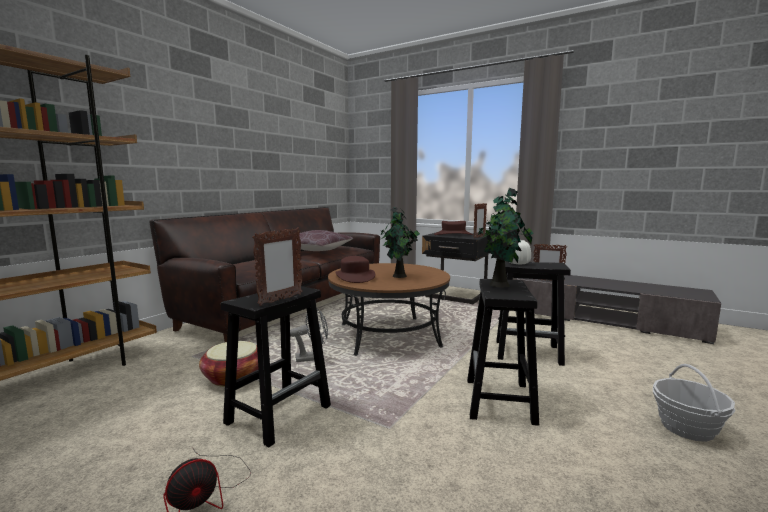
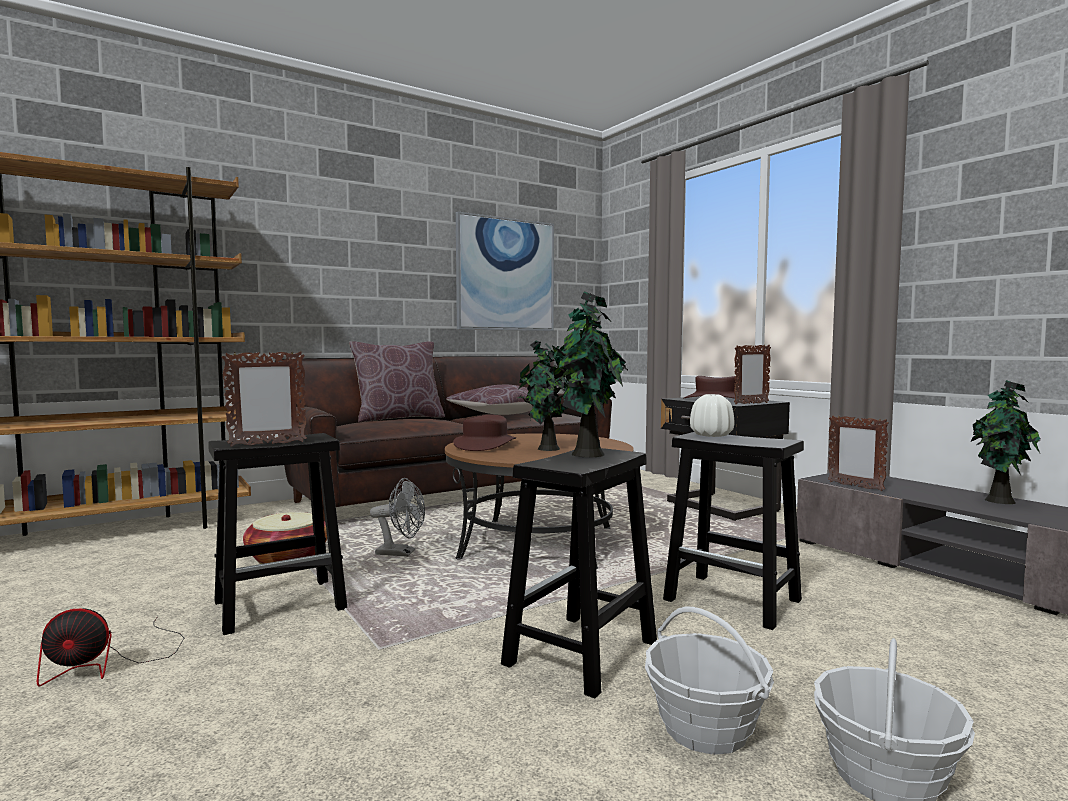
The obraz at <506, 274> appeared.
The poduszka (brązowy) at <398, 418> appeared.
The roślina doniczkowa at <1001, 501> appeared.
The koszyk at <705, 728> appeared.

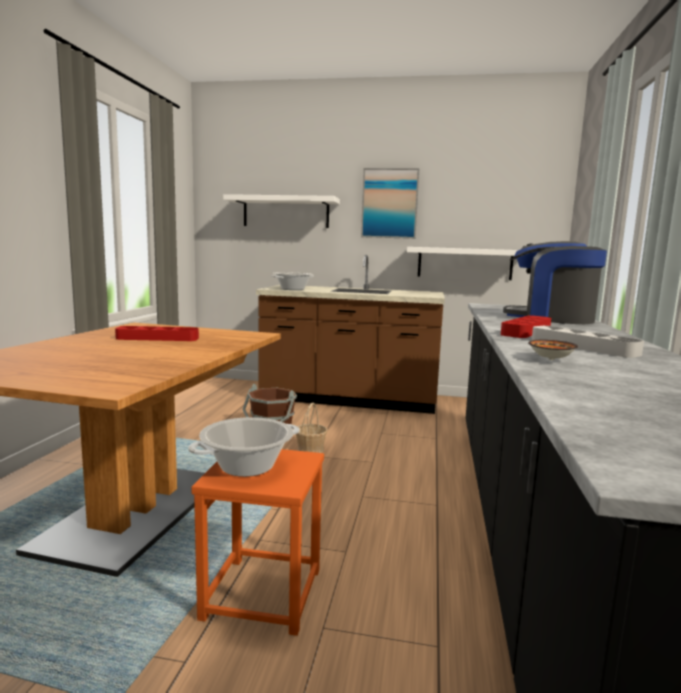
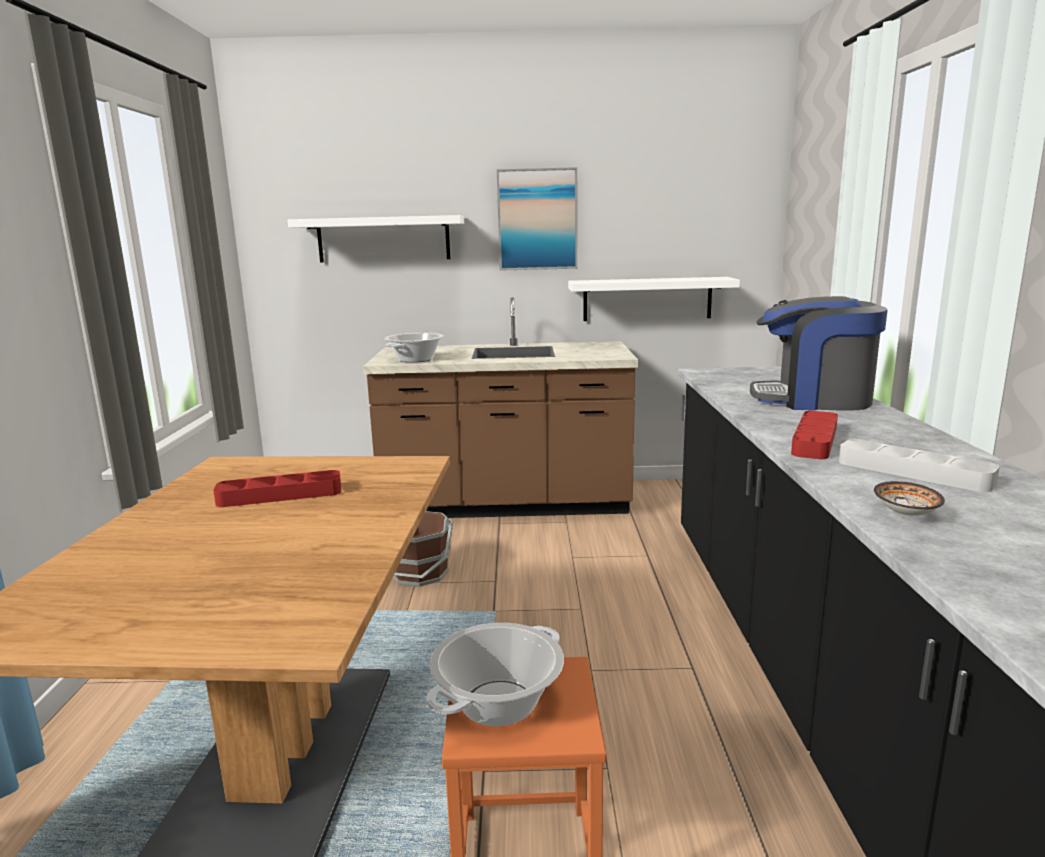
The koszyk at <310, 449> disappeared.

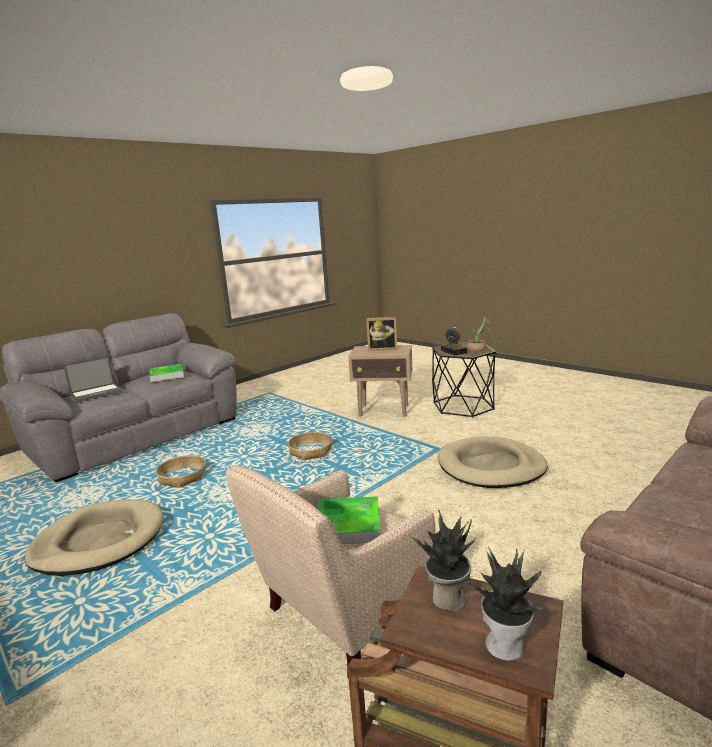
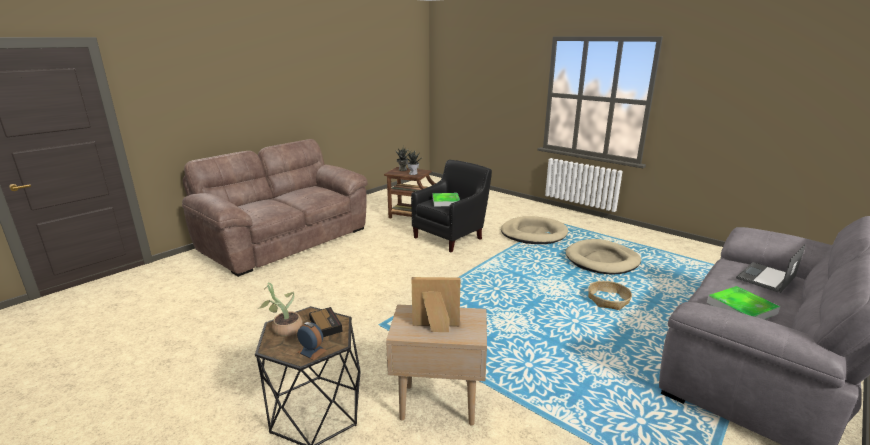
The koszyk at <311, 451> disappeared.
The legowisko (beżowy) moved from <491, 467> to <533, 234>.
The fotel (beżowy) at <340, 616> became the fotel (czarny) at <451, 236>.

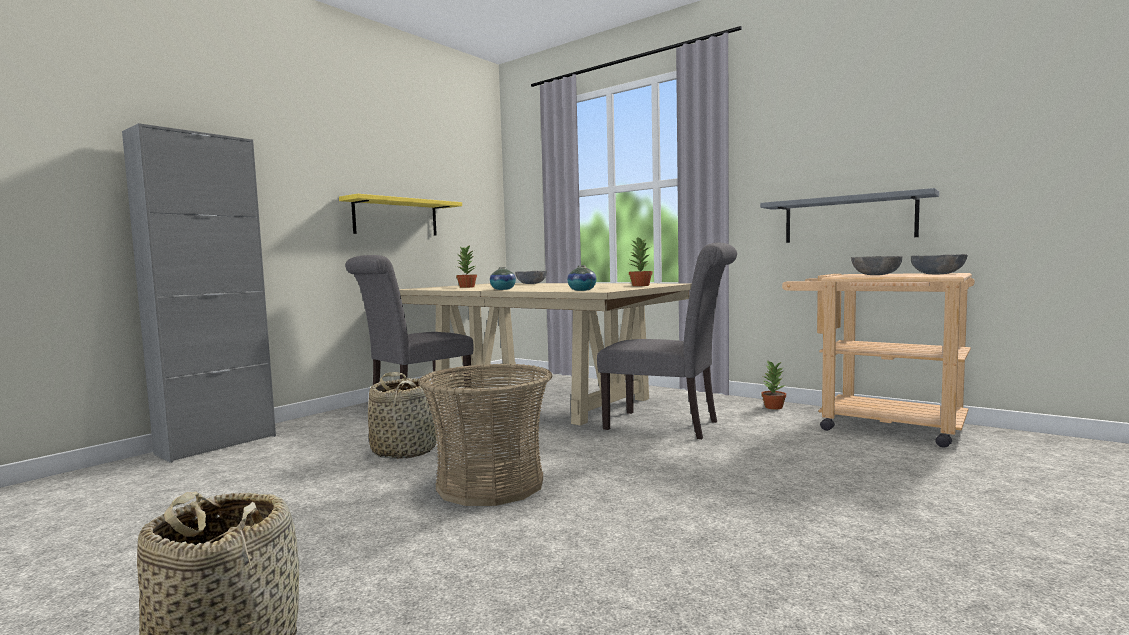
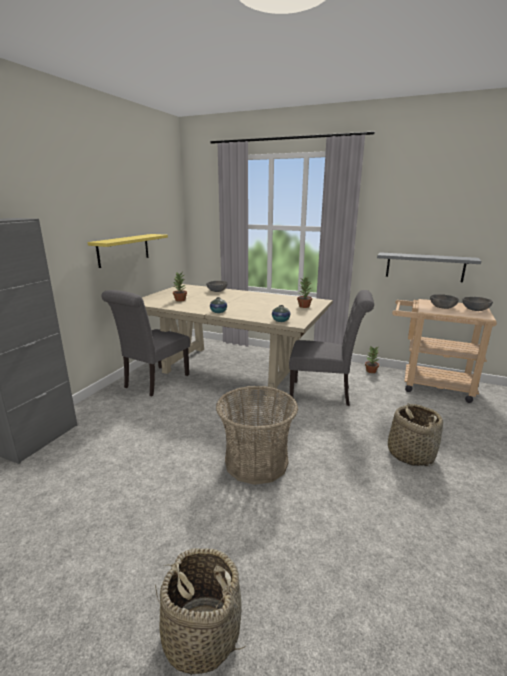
The koszyk moved from <405, 450> to <410, 454>.

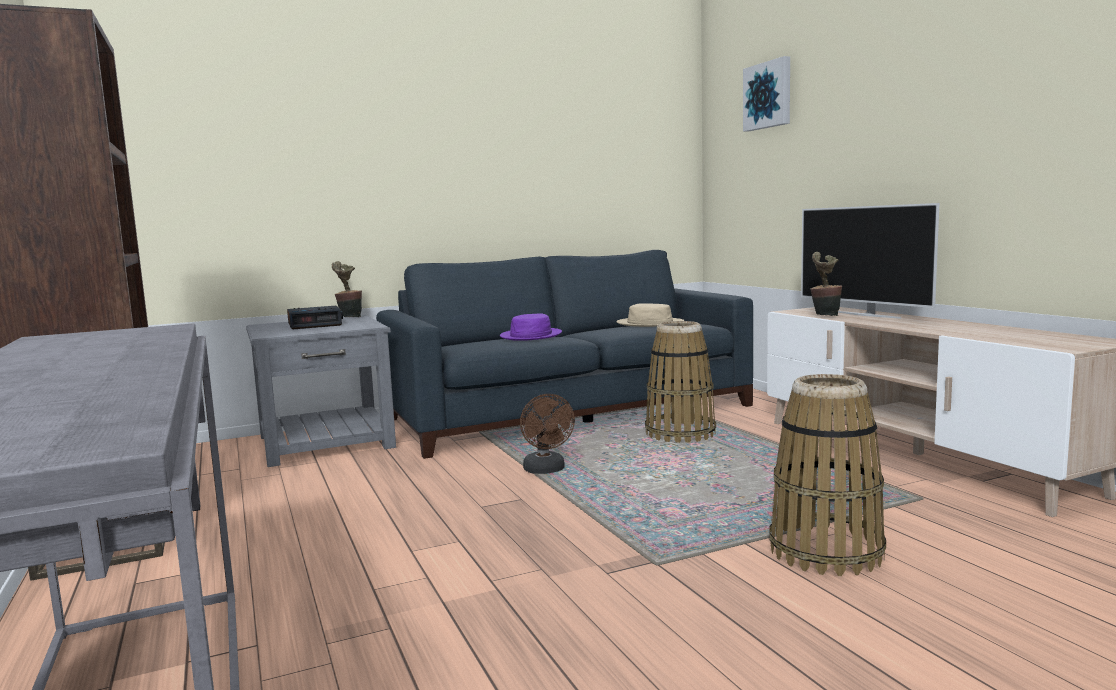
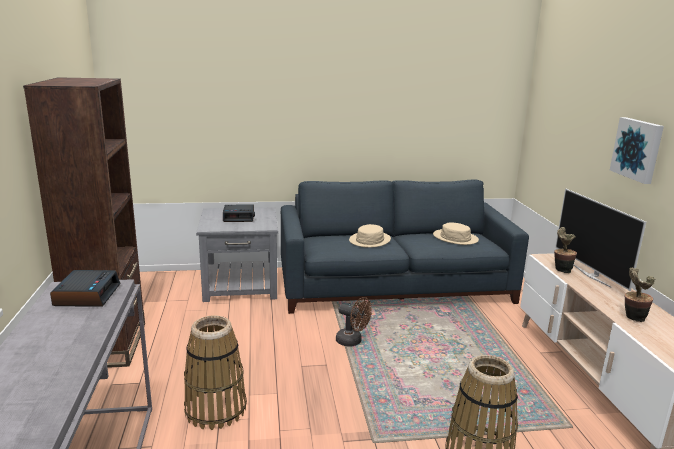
The obraz moved from <768, 95> to <638, 149>.
The roślina doniczkowa moved from <349, 317> to <632, 318>.
The kapelusz (fioletowy) at <531, 336> became the kapelusz (beżowy) at <370, 240>.
The koszyk moved from <680, 434> to <216, 409>.
The wentylator (brązowy) at <546, 470> turned 60 degrees counterclockwise.
The budzik at <87, 295> appeared.

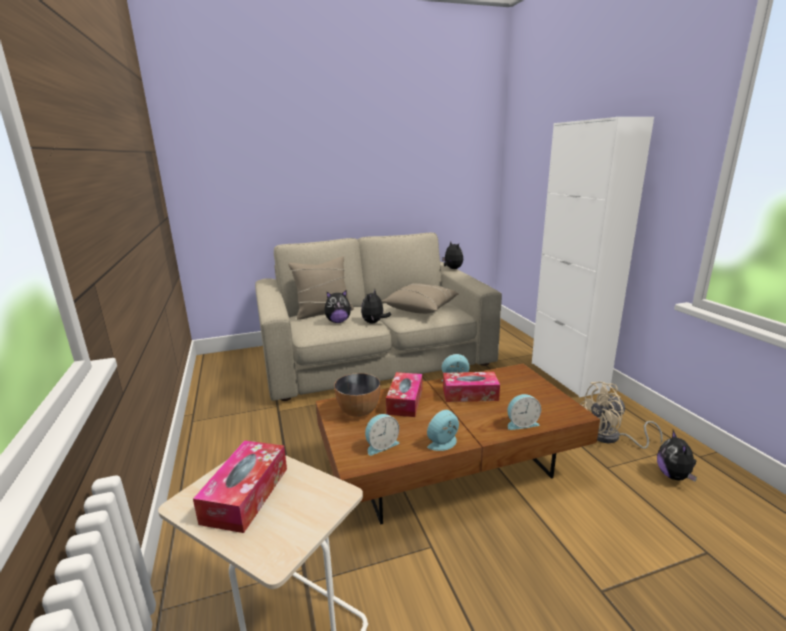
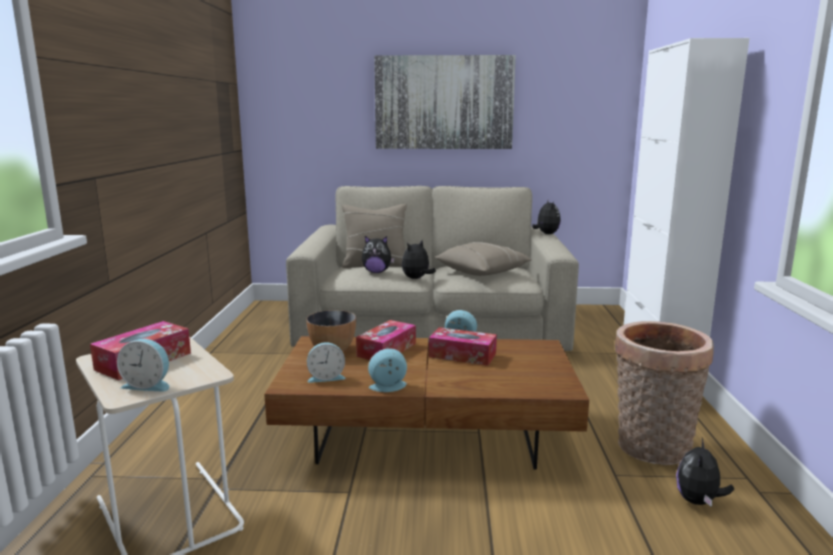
The wentylator (beżowy) at <611, 438> was replaced by the koszyk at <651, 450>.
The budzik moved from <521, 423> to <148, 385>.
The obraz at <444, 103> appeared.

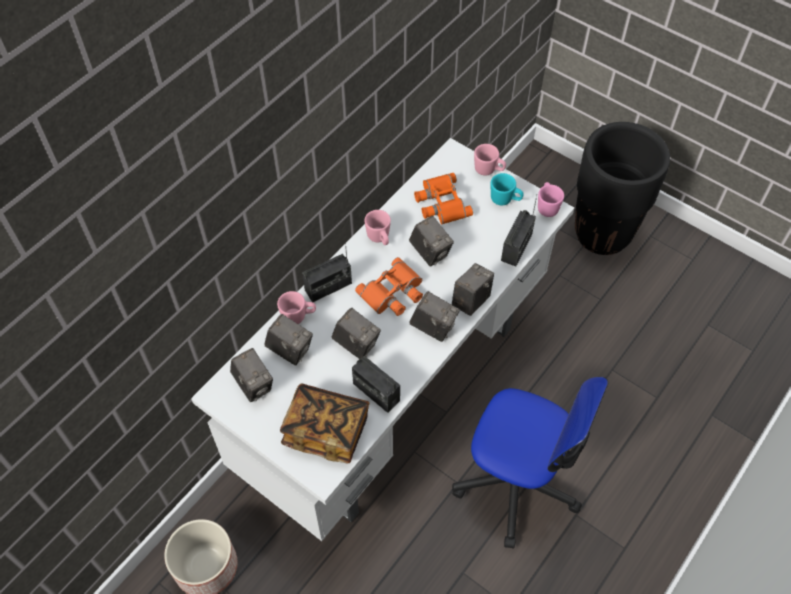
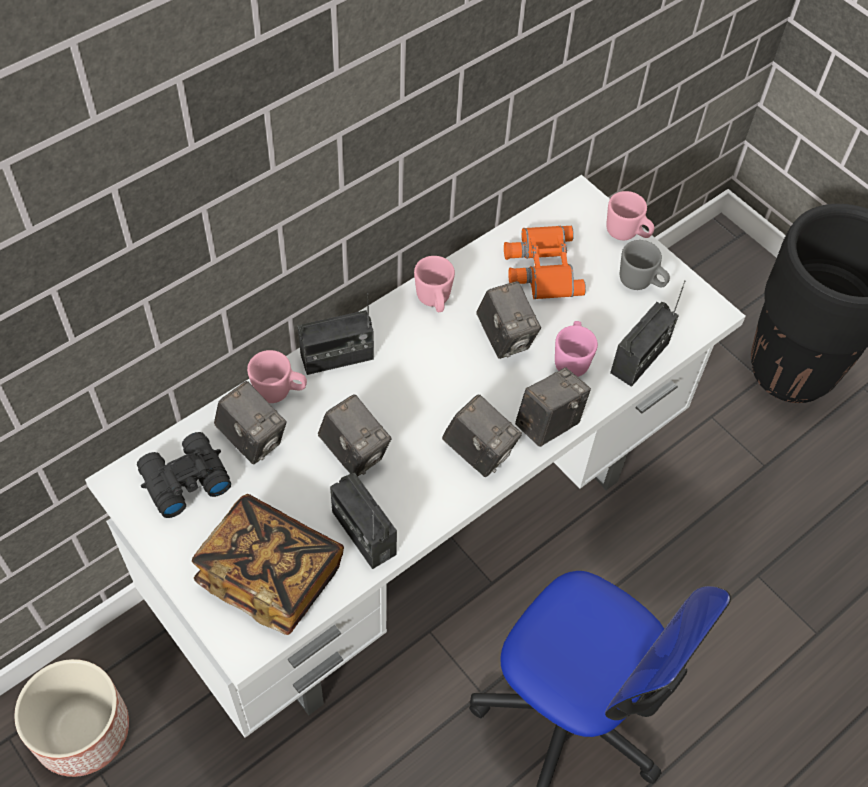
The kubek (turkusowy) at <505, 200> became the kubek (szary) at <640, 283>.
The kubek (różowy) moved from <547, 206> to <571, 359>.
The lornetka (pomarańczowy) at <393, 293> disappeared.
The aparat fotograficzny at <254, 385> was replaced by the lornetka (czarny) at <183, 480>.

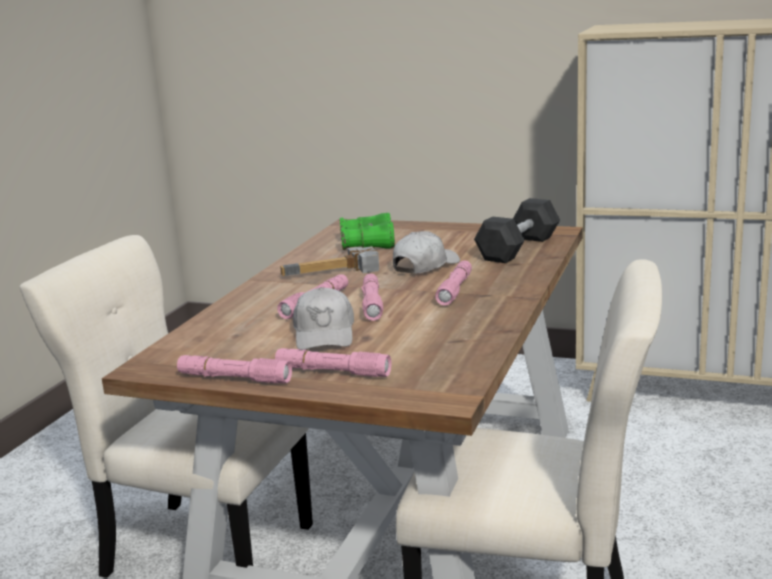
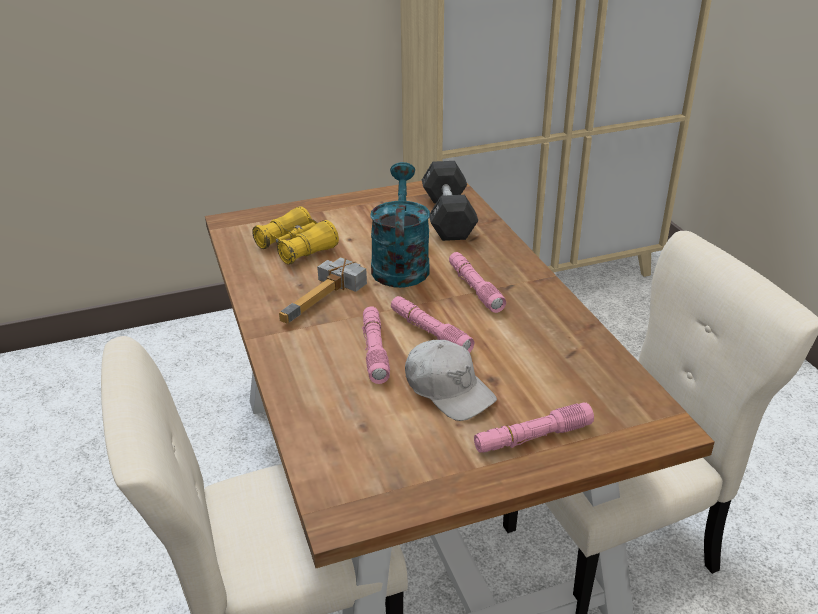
The lornetka (zielony) at <368, 244> became the lornetka (żółty) at <296, 247>.
The czapka z daszkiem (biały) at <425, 266> was replaced by the konewka (turkusowy) at <400, 263>.
The latarka (różowy) at <234, 378> disappeared.

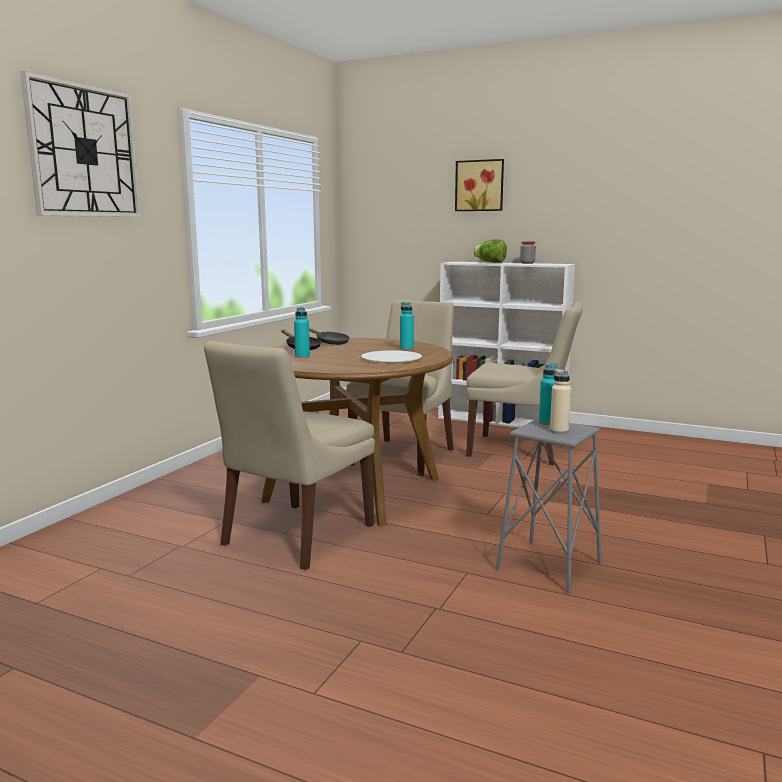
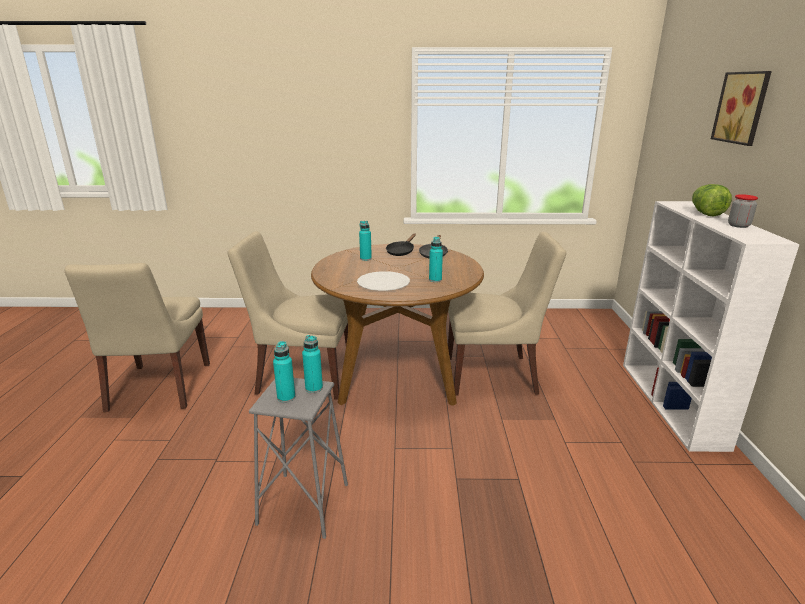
The zegar ścienny at <84, 151> disappeared.
The krzesło (beżowy) moved from <520, 450> to <159, 389>.
The butelka (beżowy) at <559, 431> became the butelka (turkusowy) at <286, 397>.

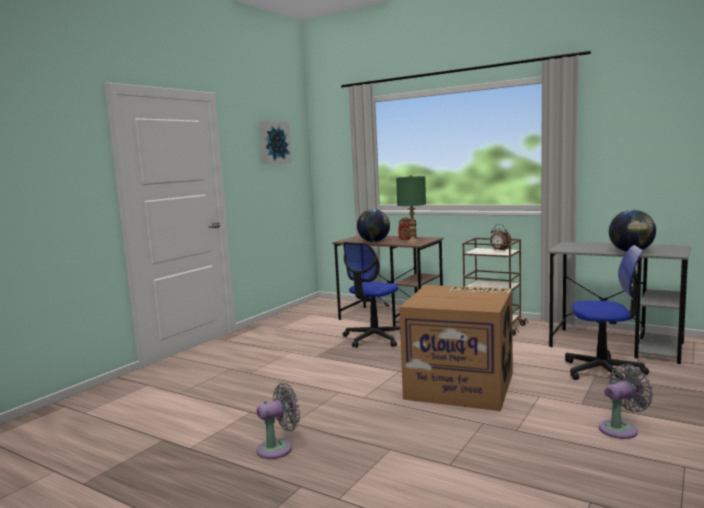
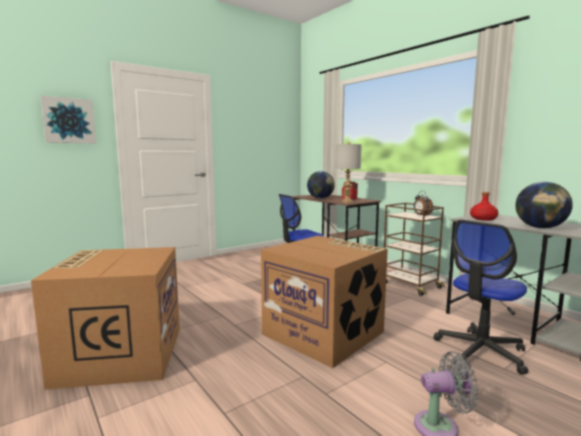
The obraz moved from <274, 142> to <69, 120>.
The lampa stołowa (zielony) at <413, 243> became the lampa stołowa (szary) at <347, 201>.
The krzesło biurowe at <603, 372> turned 105 degrees clockwise.
The wentylator (szary) at <278, 448> was replaced by the karton at <120, 354>.
The butelka (czerwony) at <483, 219> appeared.

